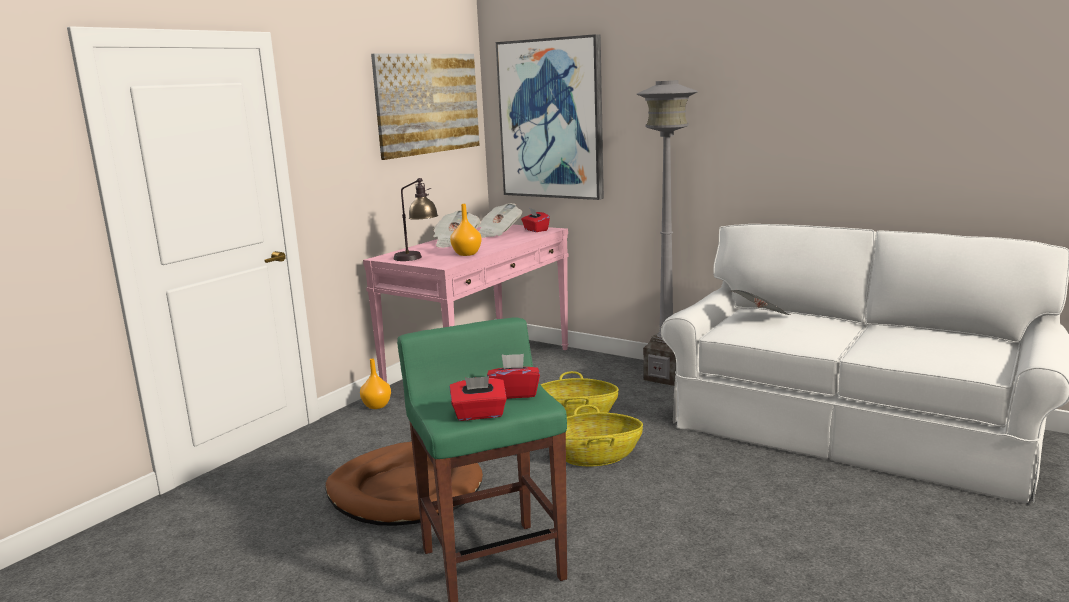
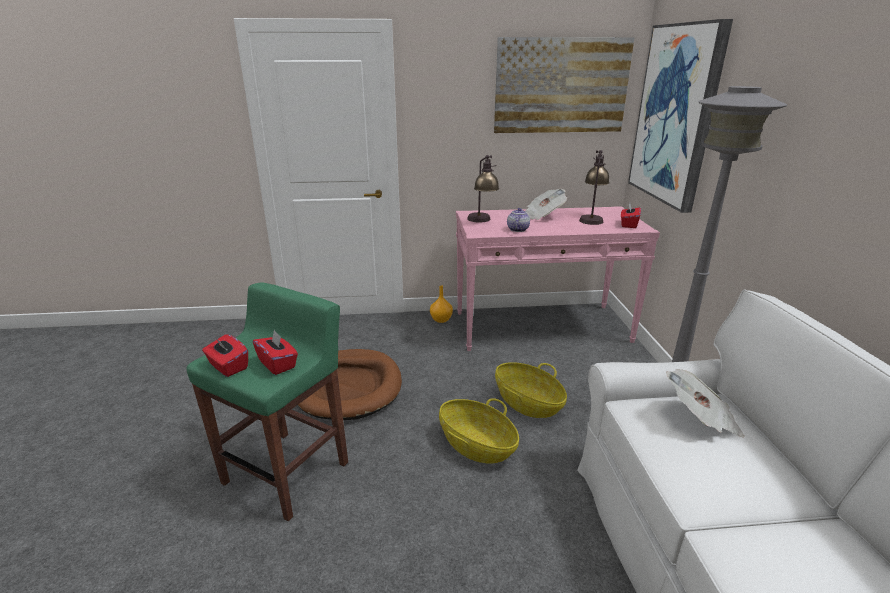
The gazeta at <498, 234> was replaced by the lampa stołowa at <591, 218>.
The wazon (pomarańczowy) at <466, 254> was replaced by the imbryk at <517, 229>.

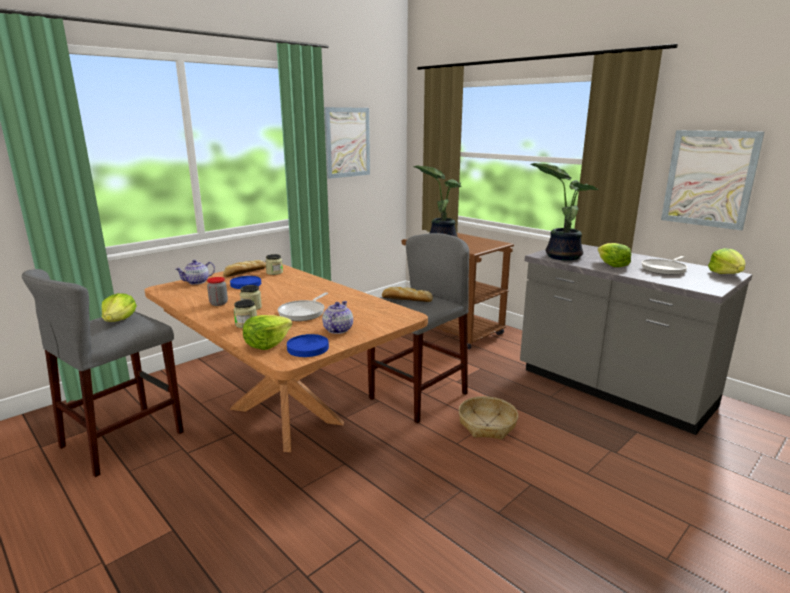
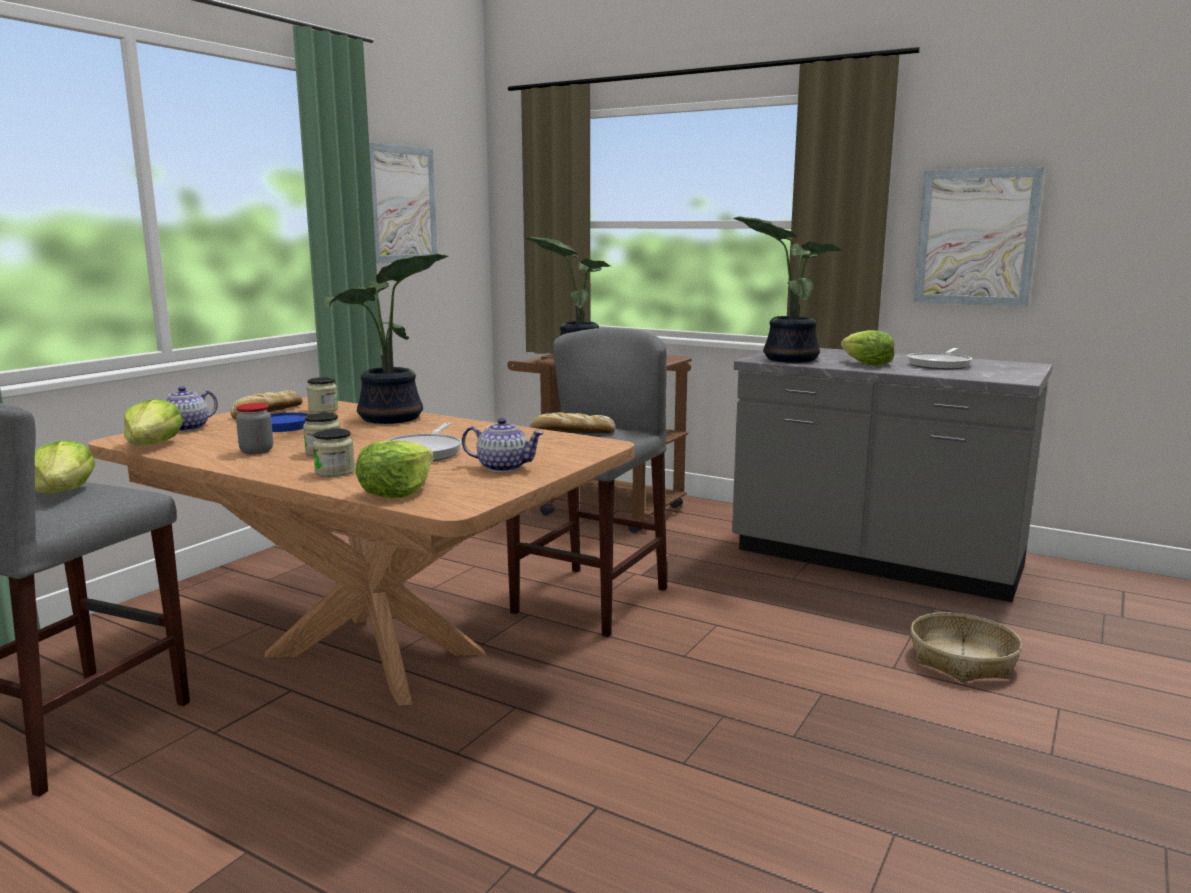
The sałata moved from <726, 273> to <153, 445>.
The imbryk at <337, 330> turned 105 degrees clockwise.
The talerz (niebieski) at <308, 348> disappeared.
The koszyk moved from <487, 425> to <963, 660>.
The roślina doniczkowa at <391, 419> appeared.

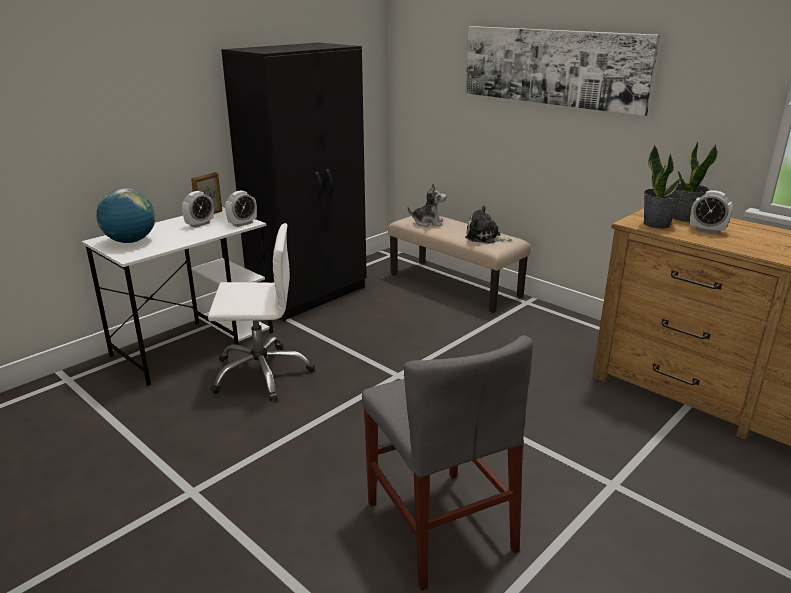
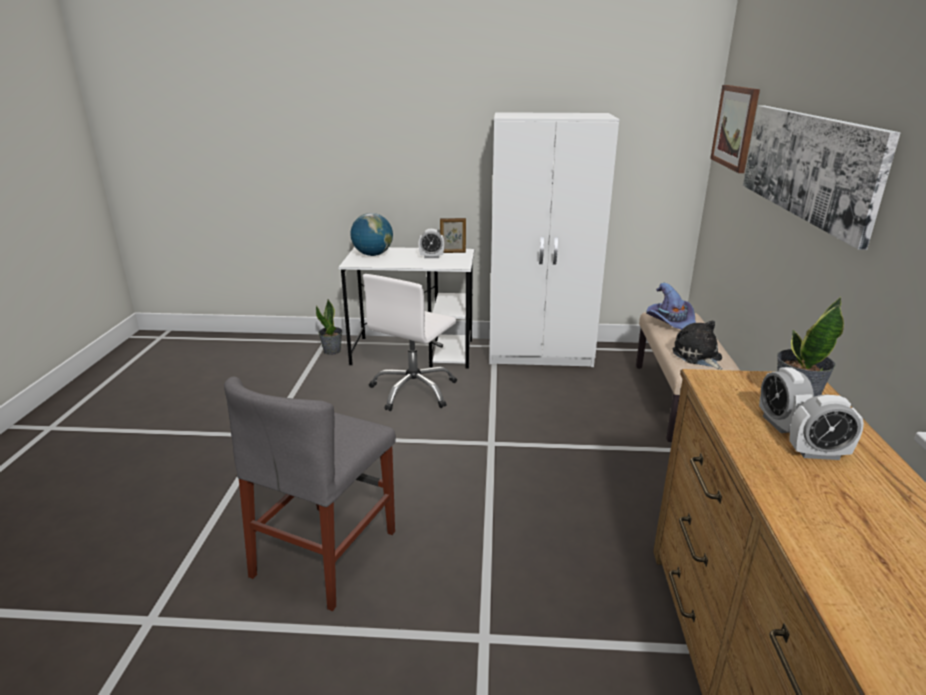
The szafa (czarny) at <310, 295> became the szafa (biały) at <541, 354>.
The roślina doniczkowa moved from <657, 224> to <332, 351>.
The pluszak at <428, 222> was replaced by the kapelusz (fioletowy) at <671, 323>.
The budzik moved from <242, 224> to <818, 454>.
The krzesło biurowe (biały) at <261, 373> turned 75 degrees clockwise.
The obraz at <735, 127> appeared.

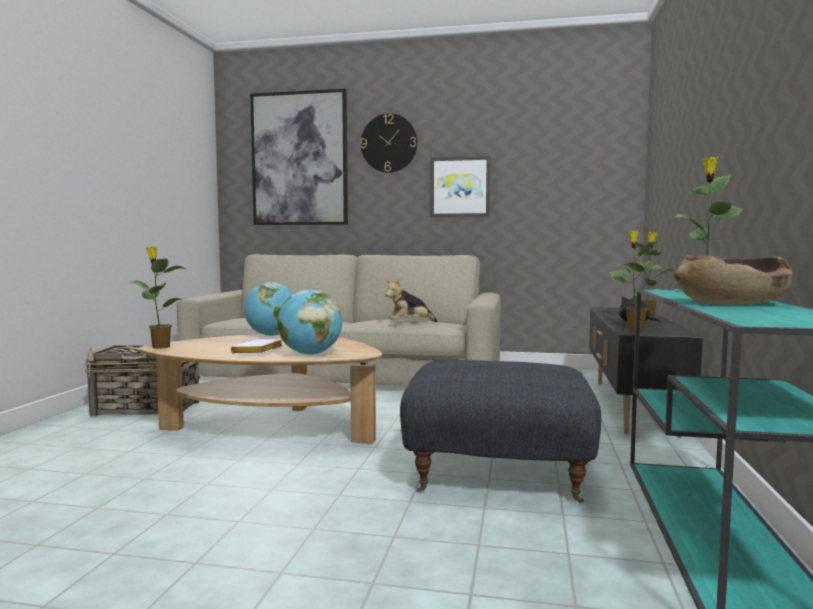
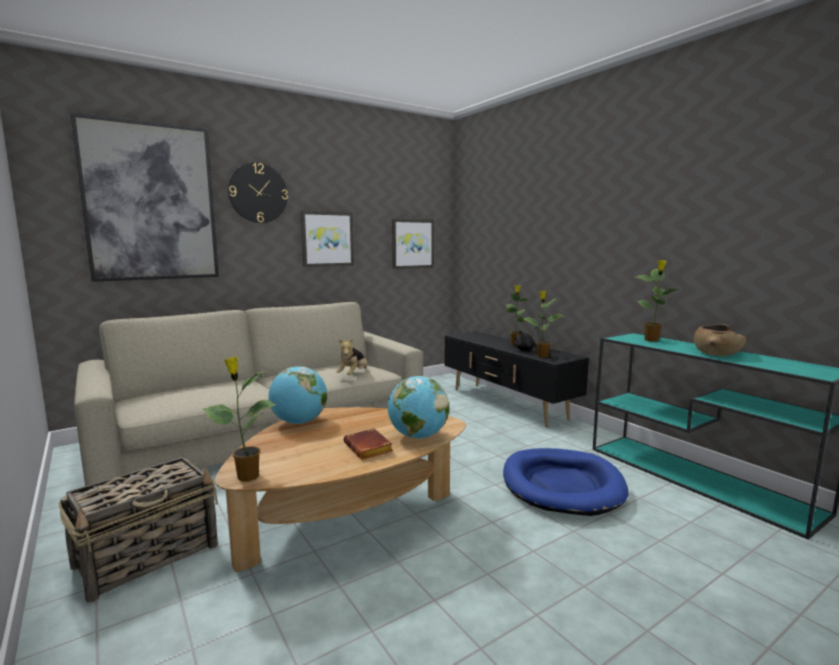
The książka (biały) at <258, 352> became the książka (brązowy) at <370, 448>.
The pufa (szary) at <498, 474> was replaced by the legowisko (niebieski) at <562, 485>.
The obraz at <412, 243> appeared.

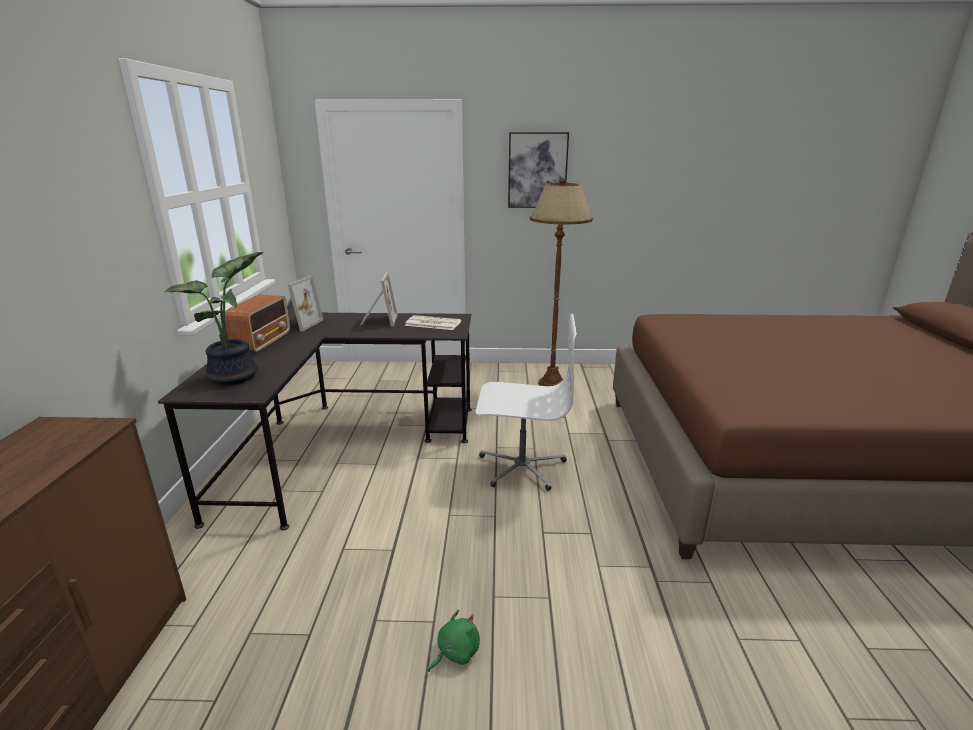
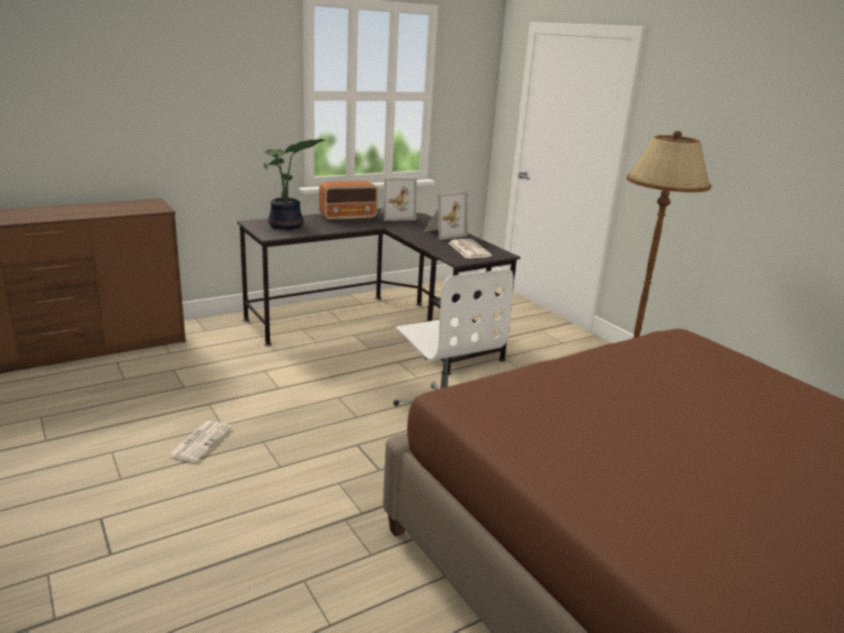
The obraz at <537, 170> disappeared.
The pluszak (zielony) at <455, 652> was replaced by the gazeta at <200, 441>.

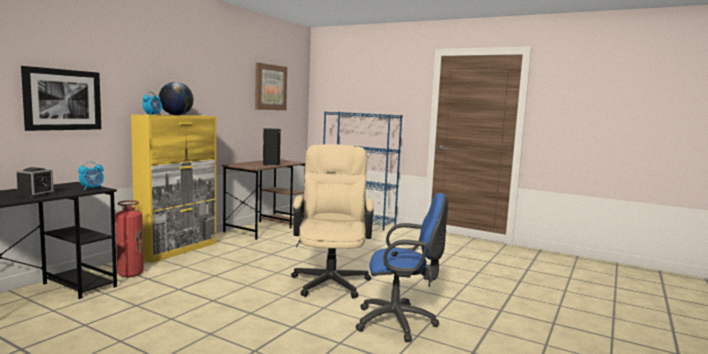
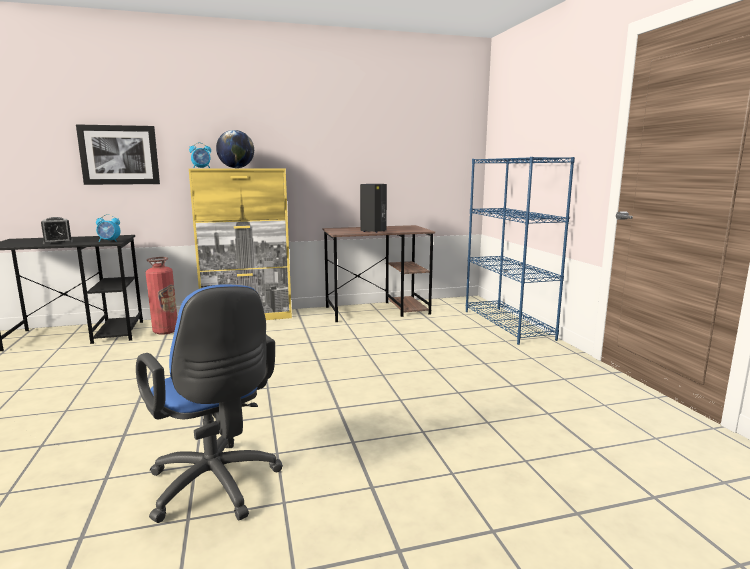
The obraz at <270, 87> disappeared.
The krzesło biurowe (beżowy) at <331, 280> disappeared.

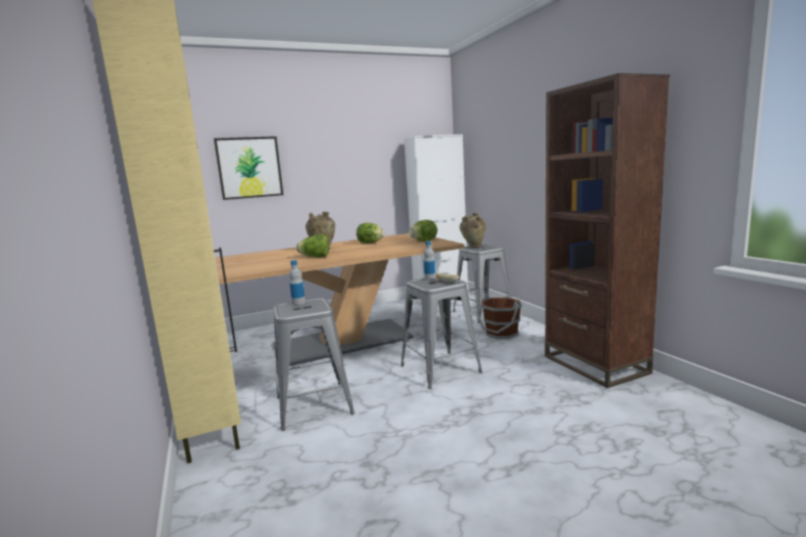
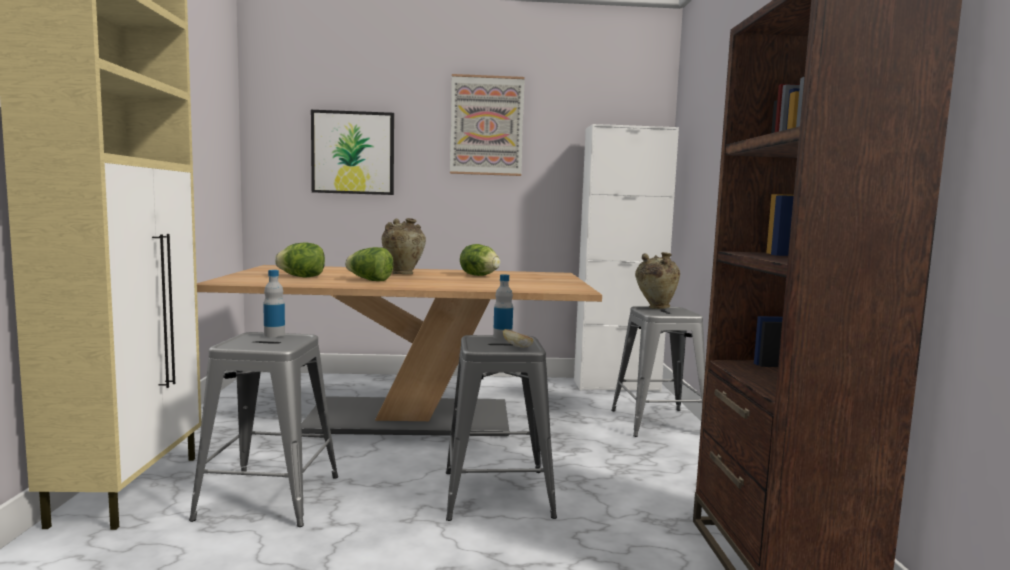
The sałata moved from <424, 241> to <302, 277>.
The wiadro (brązowy) at <501, 333> disappeared.
The obraz at <486, 126> appeared.

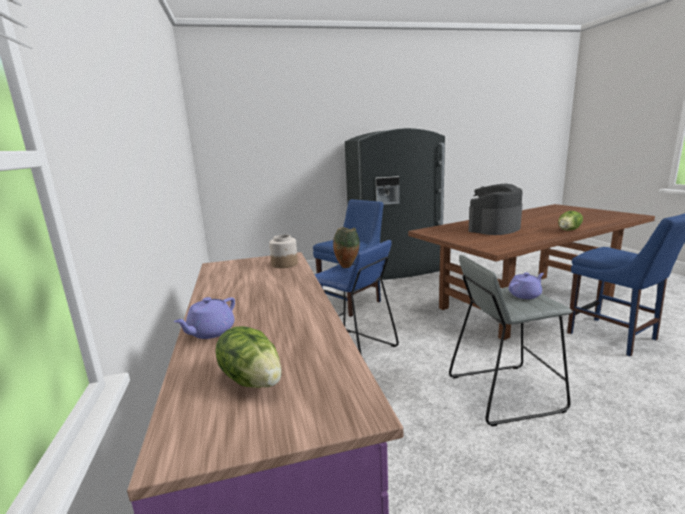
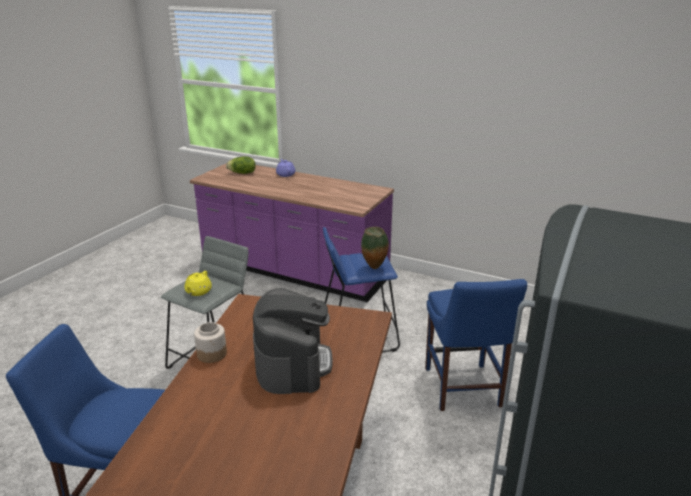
The sałata at <569, 230> disappeared.
The słoik moved from <284, 264> to <212, 354>.
The imbryk (fioletowy) at <525, 295> became the imbryk (żółty) at <198, 292>.

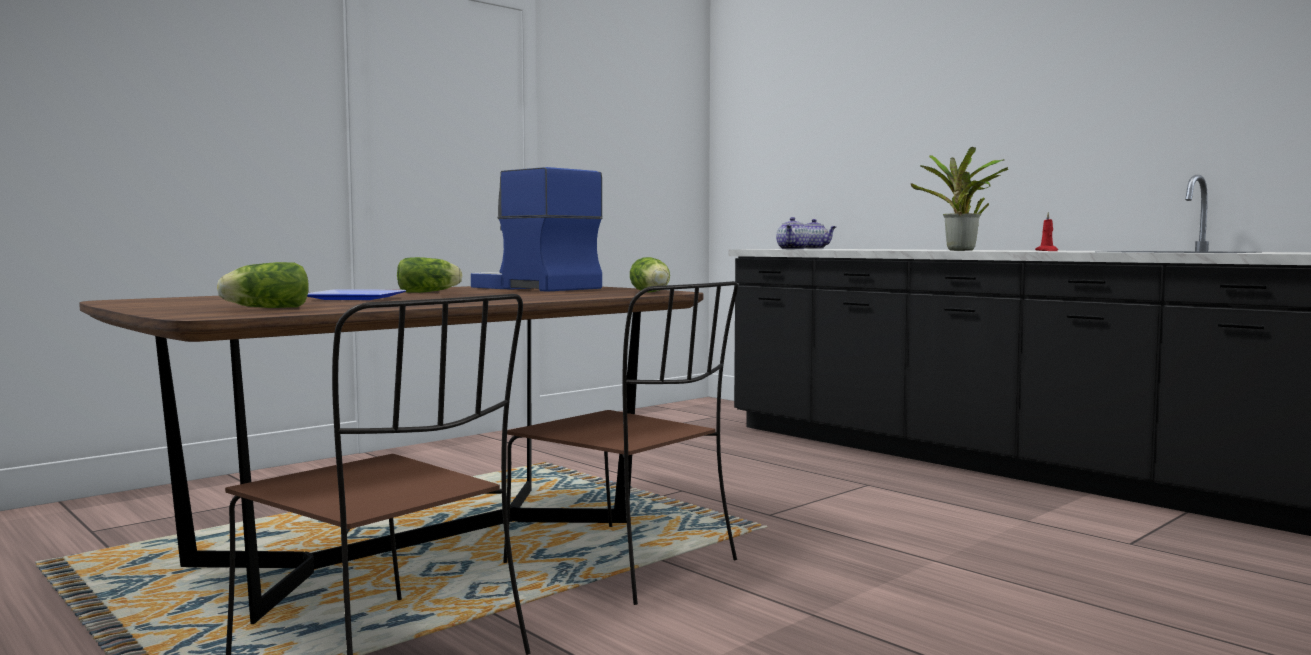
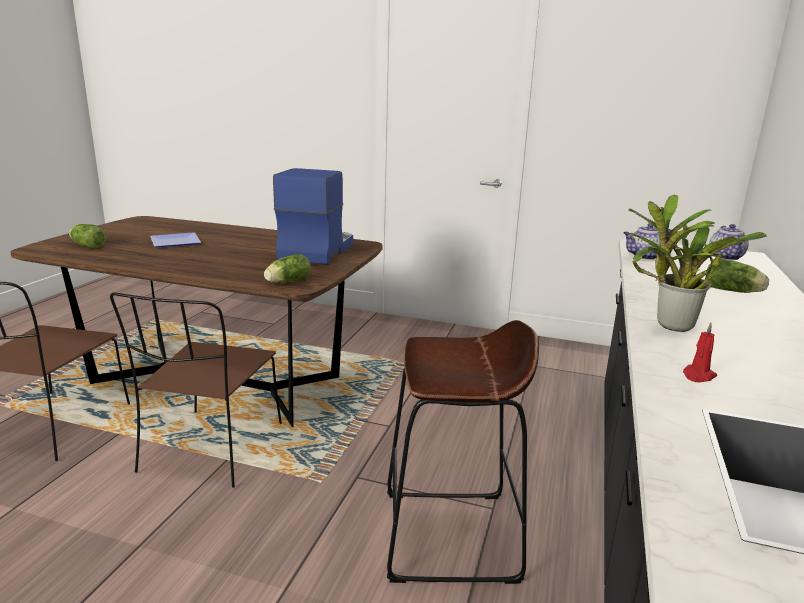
The sałata moved from <430, 292> to <733, 291>.
The stołek (brązowy) at <450, 535> appeared.

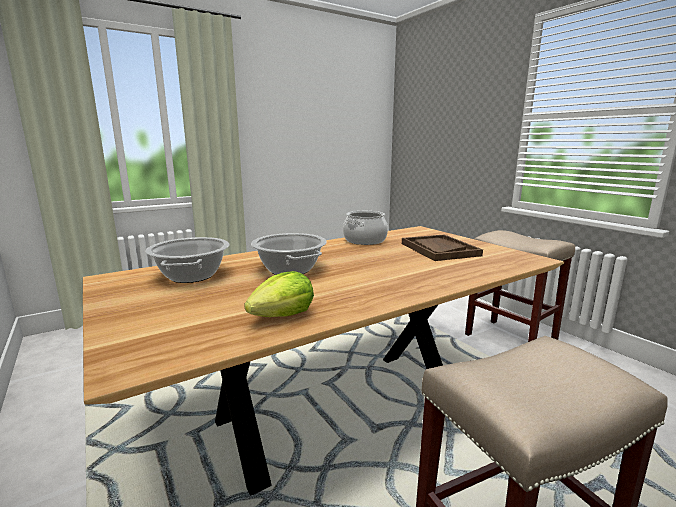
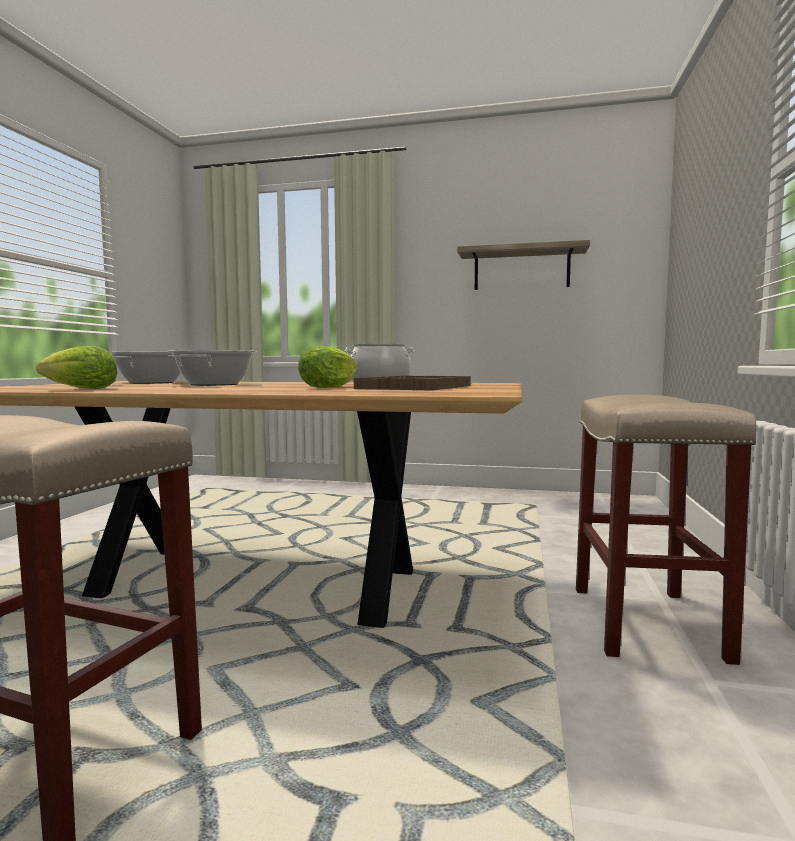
The półka at <521, 269> appeared.
The sałata at <328, 387> appeared.

